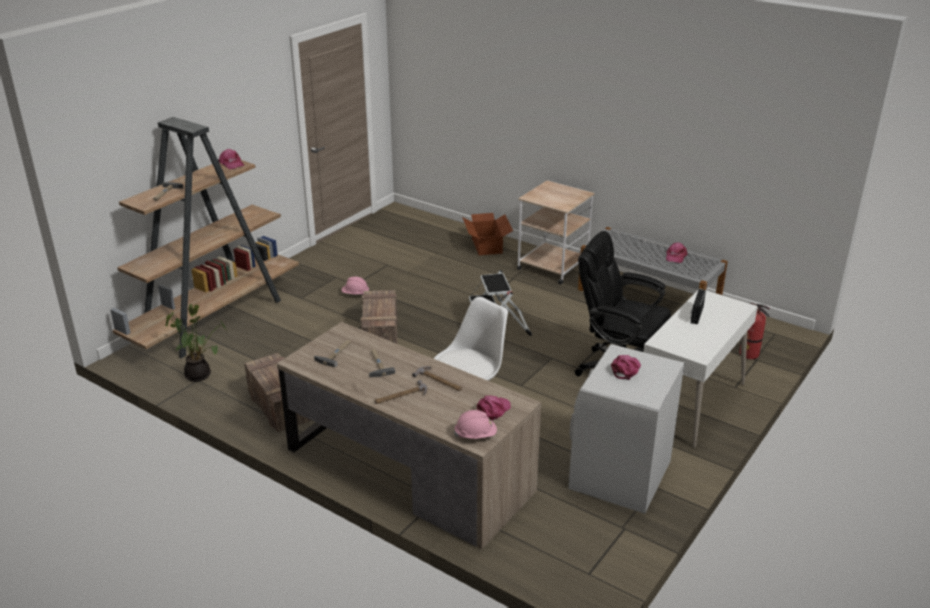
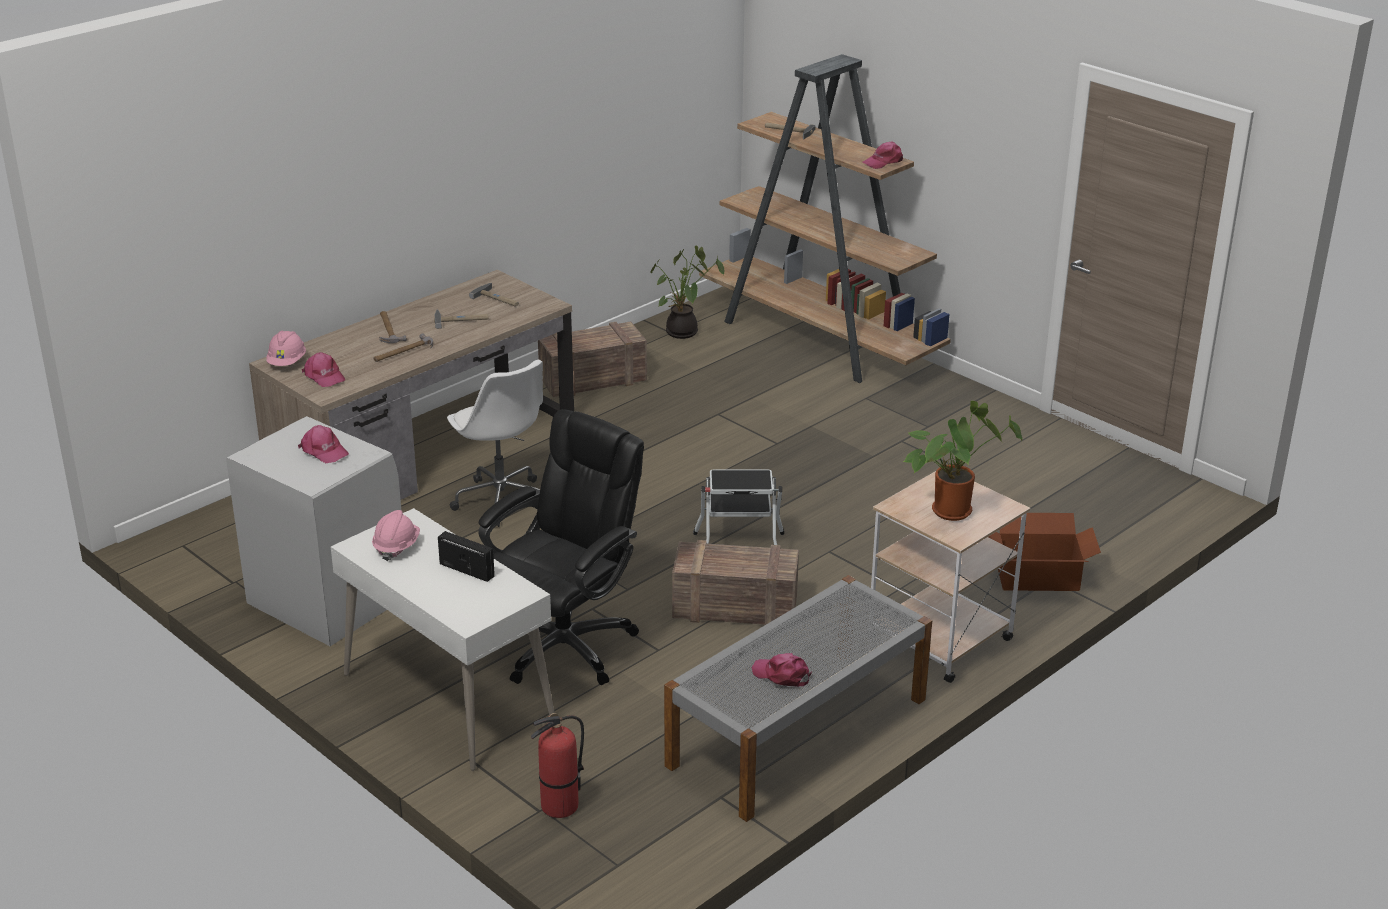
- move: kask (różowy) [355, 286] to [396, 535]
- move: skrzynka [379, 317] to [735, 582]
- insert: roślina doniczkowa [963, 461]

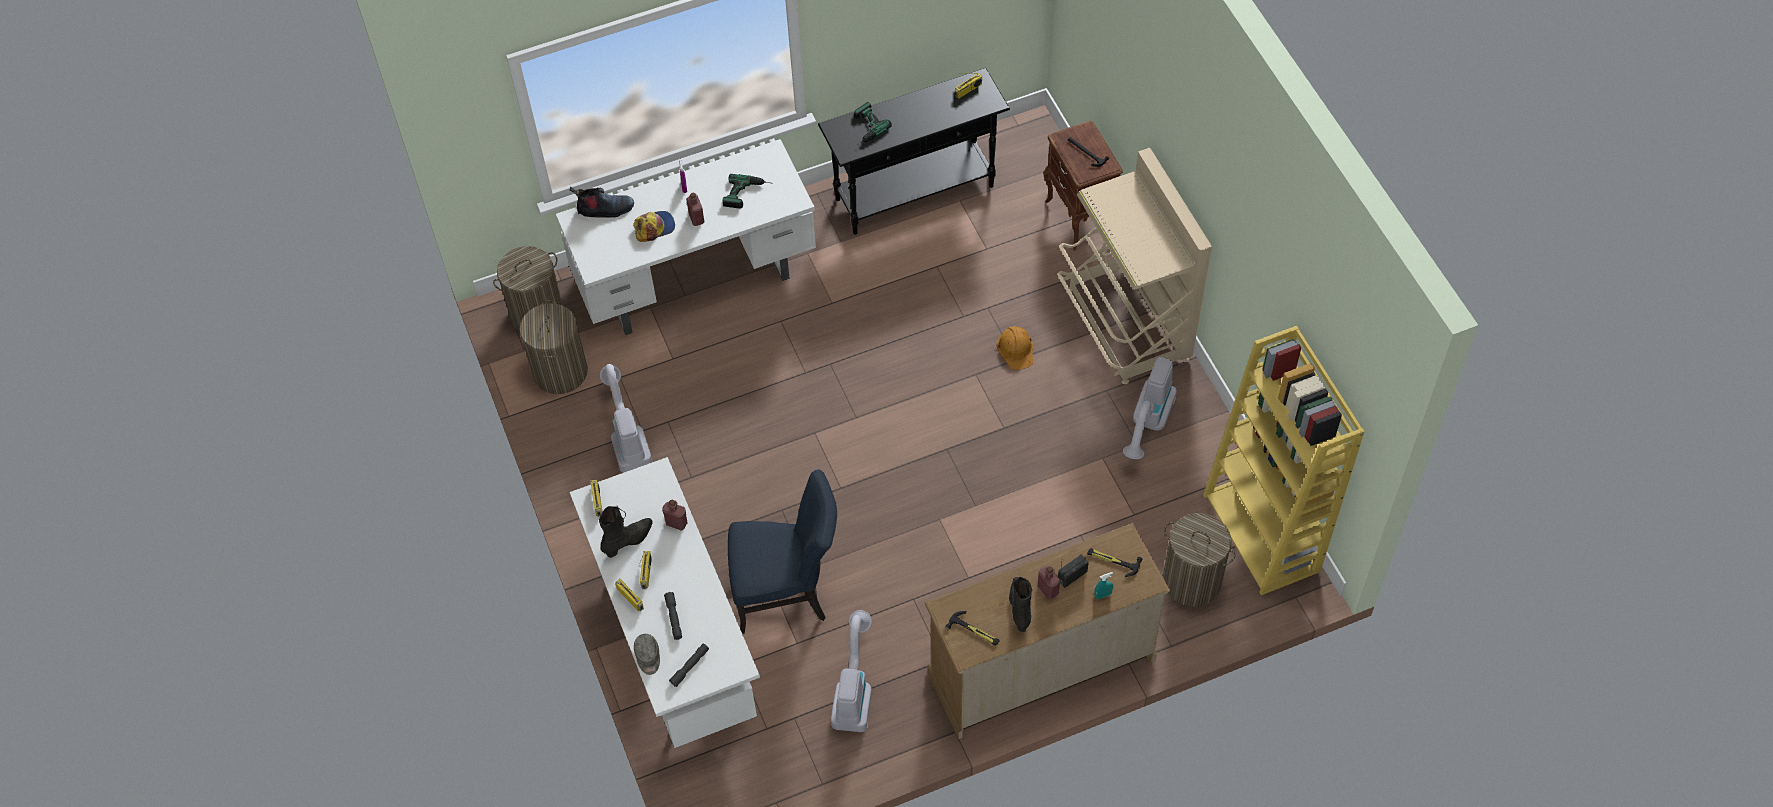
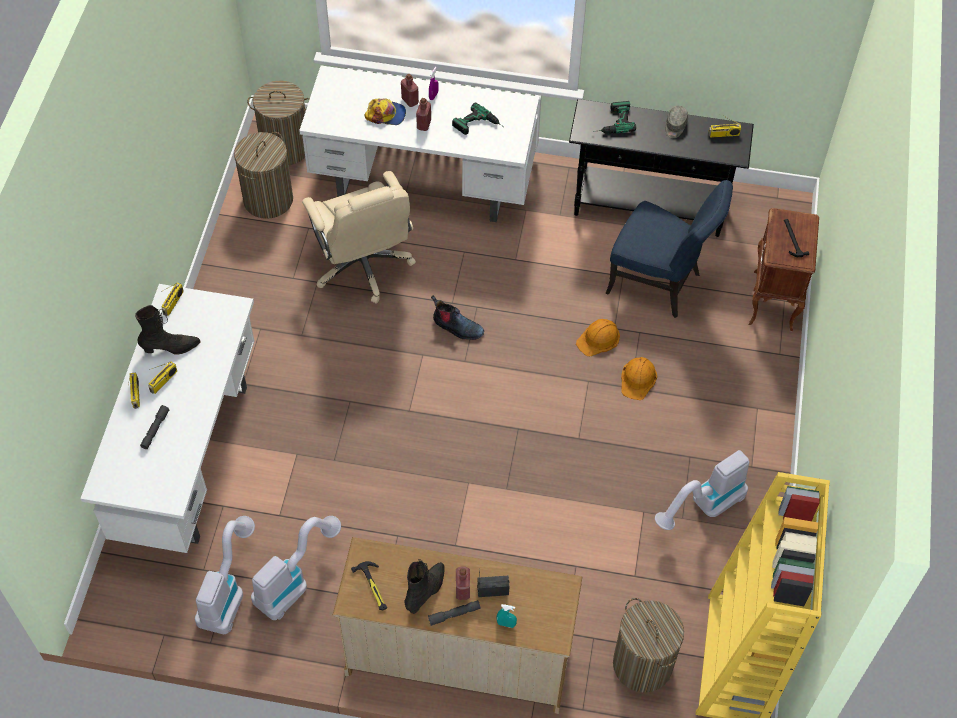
- move: odkurzacz [626, 418] to [225, 575]
- insert: krzesło biurowe (beżowy) [359, 237]
- move: butelka (czerwony) [674, 515] to [410, 90]
- move: latarka (szary) [689, 665] to [454, 613]
- move: but z cholewką [602, 202] to [457, 317]
- insert: kask (pomarańczowy) [598, 337]
- move: krzesło (niebieski) [782, 552] to [669, 249]
- move: czapka z daszkiem (szary) [647, 654] to [676, 122]
- delete: regał na buty (beżowy) [1134, 266]
- delete: młotek [1114, 562]

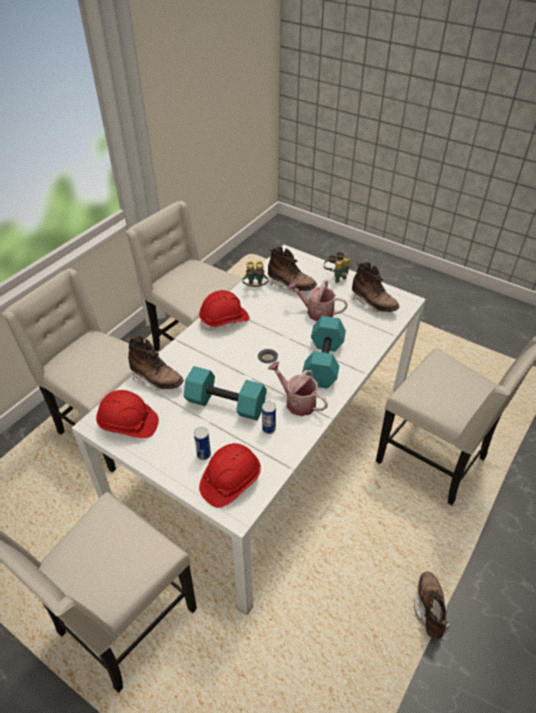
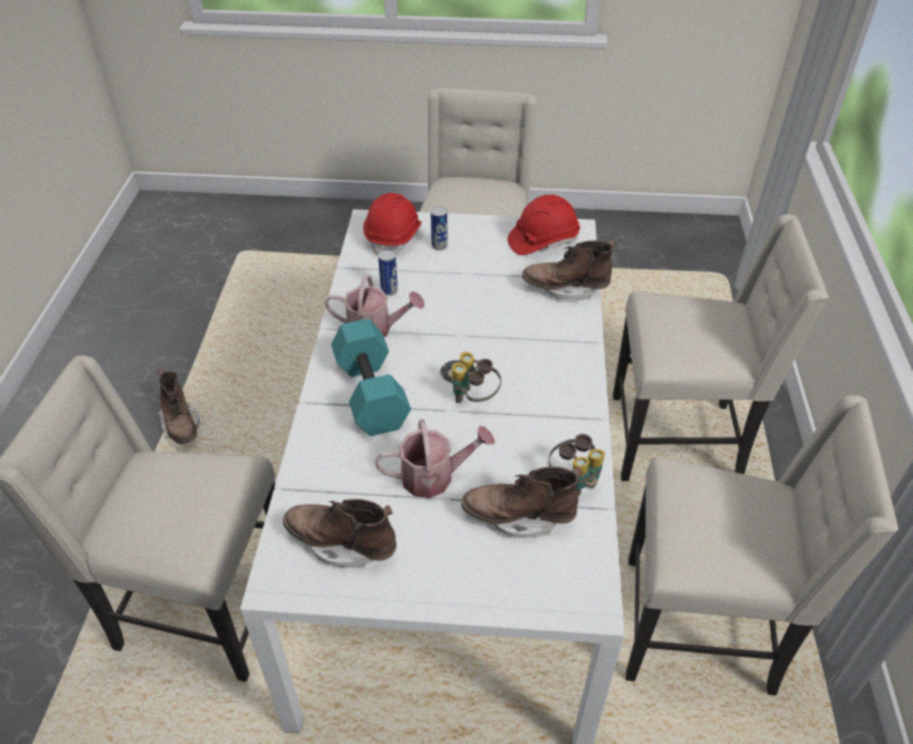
- move: lornetka [337, 267] to [476, 377]
- delete: hantel (turkusowy) [225, 393]
- delete: kask (czerwony) [224, 310]

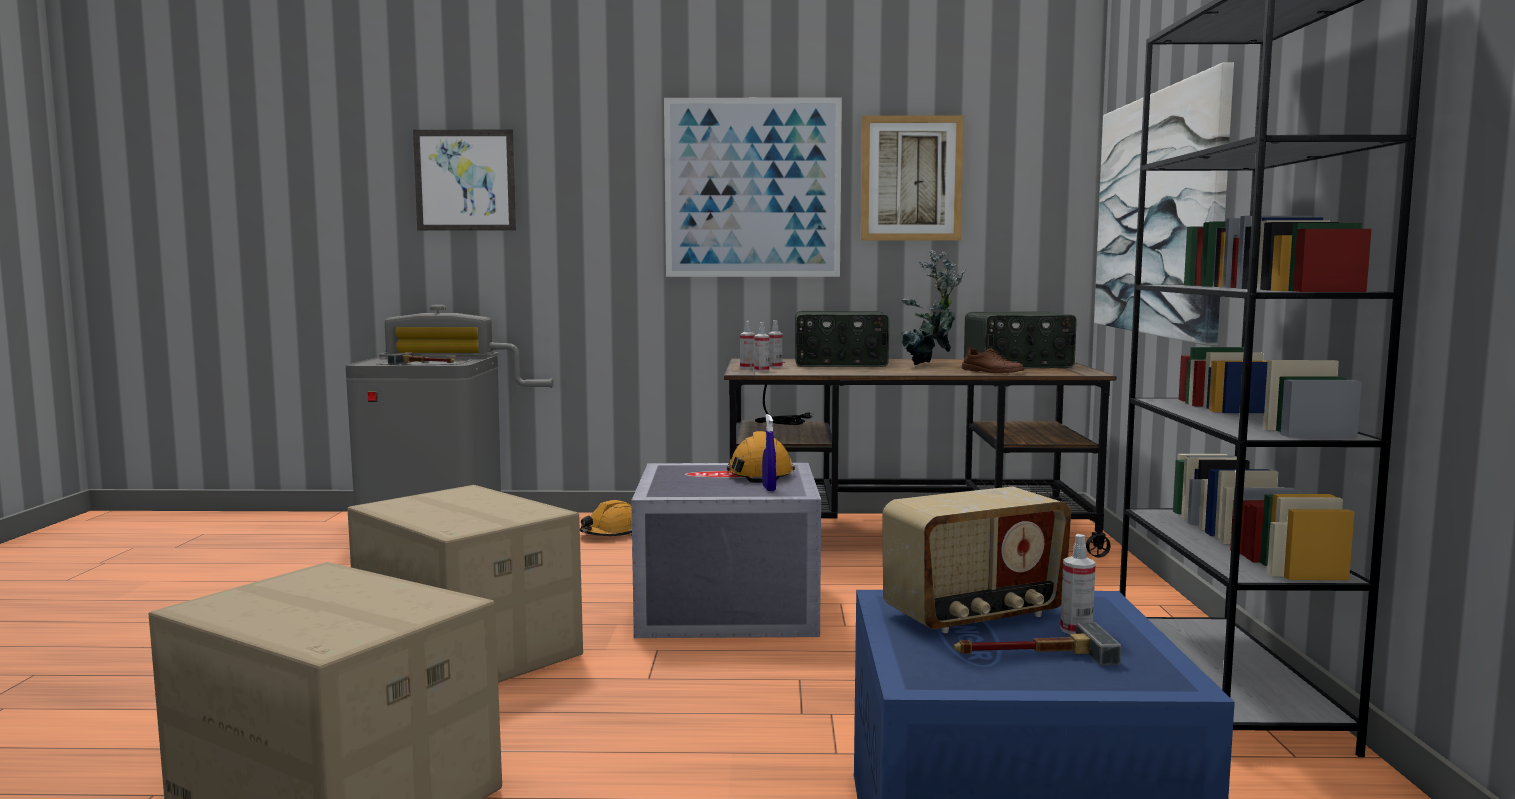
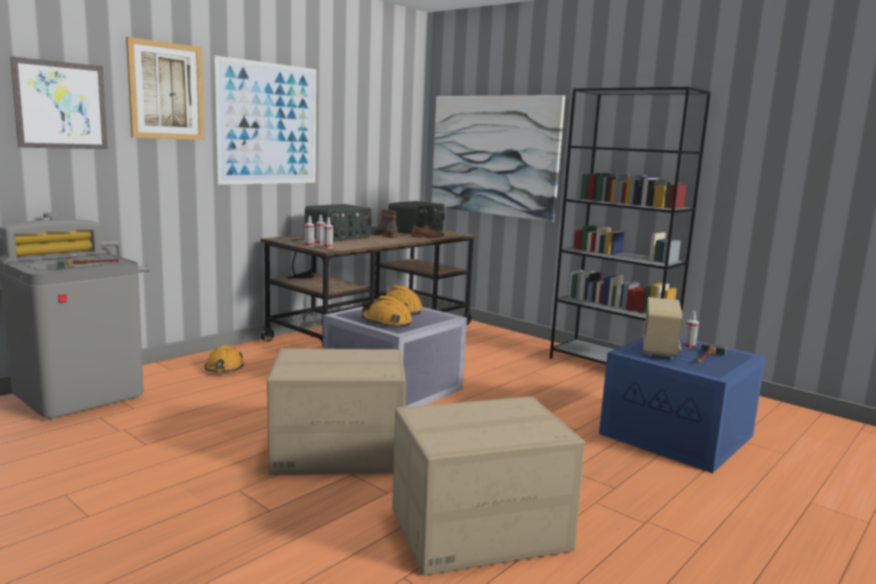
- move: obraz [912, 178] to [165, 88]
- insert: kask (pomarańczowy) [387, 311]
- replace: roślina doniczkowa [933, 307] to but z cholewką [384, 223]
- delete: spryskiwacz (niebieski) [769, 452]

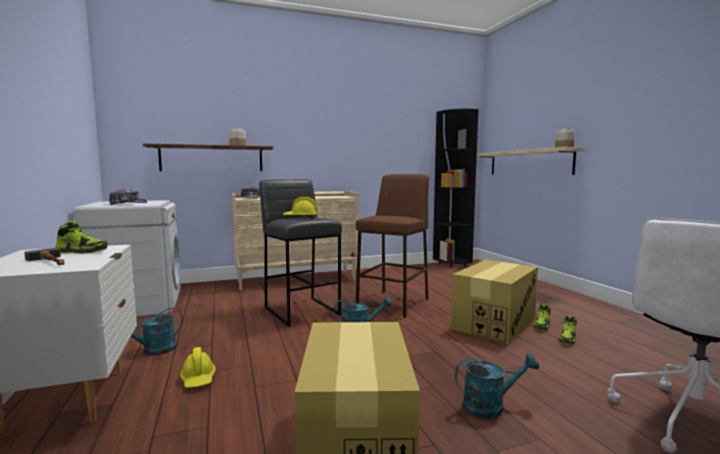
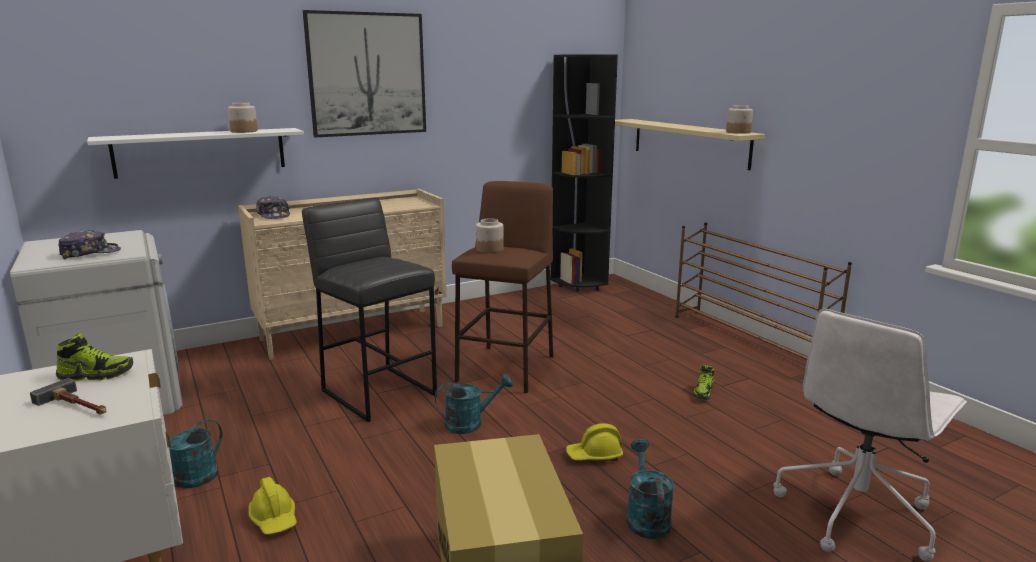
- recolor: półka (brązowy) [208, 157] to półka (biały) [195, 153]
- insert: obraz [364, 74]
- insert: słoik [490, 235]
- move: kask (żółty) [300, 207] to [594, 442]
- rotate: konewka (turkusowy) [497, 386] = [650, 489] 75 degrees counterclockwise
- insert: regał na buty (brązowy) [763, 291]
- delete: karton [494, 302]
- delete: but [568, 330]

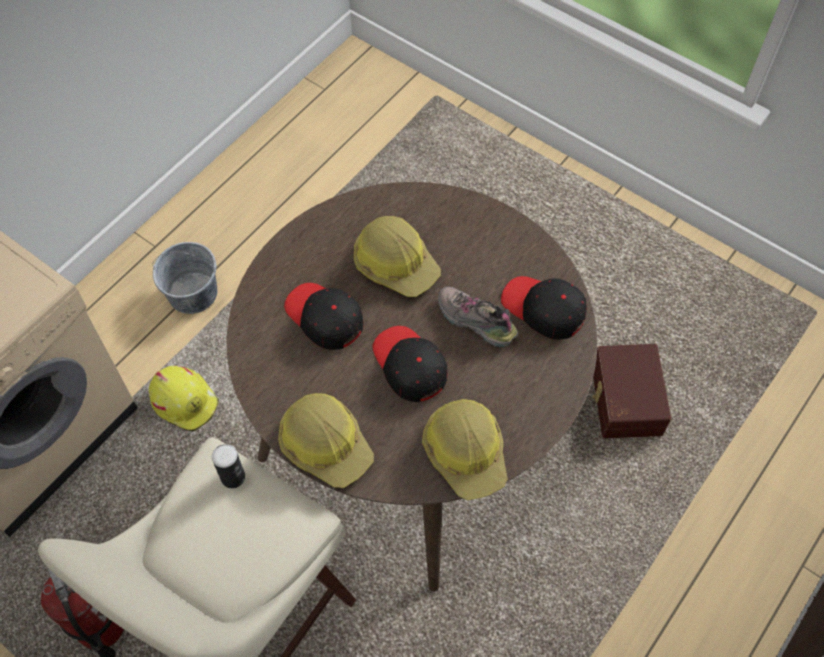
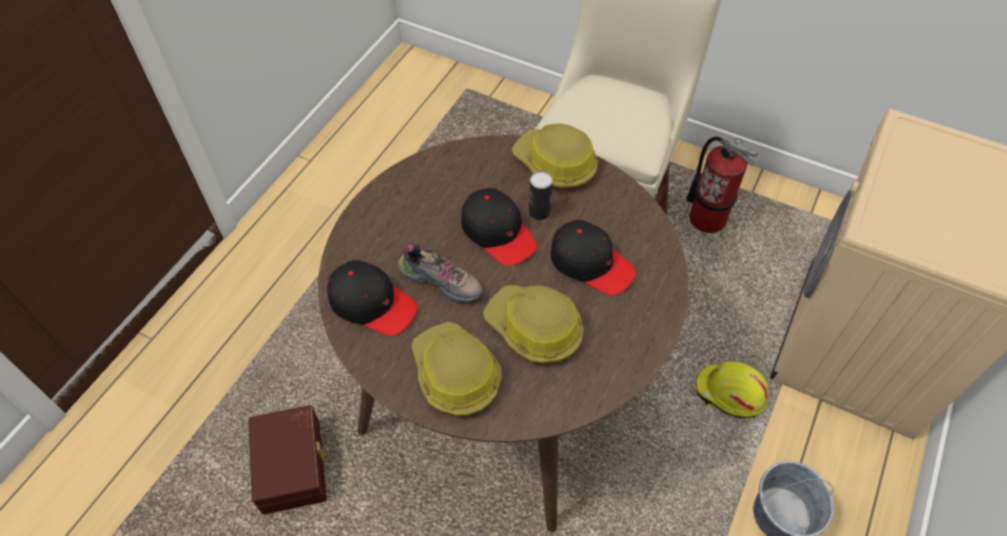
- move: kask [465, 449] to [456, 369]
- move: puszka [228, 466] to [541, 195]

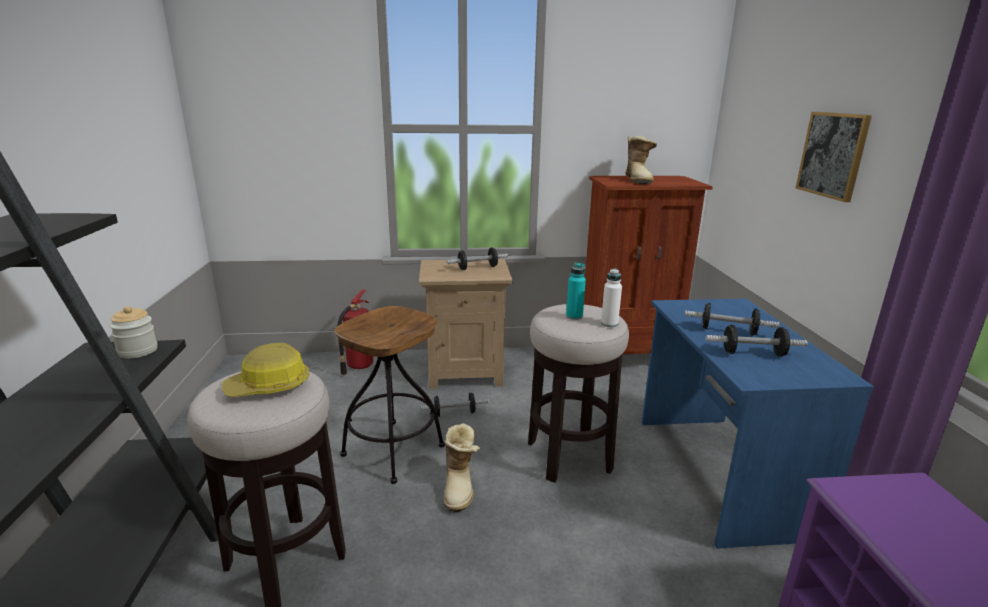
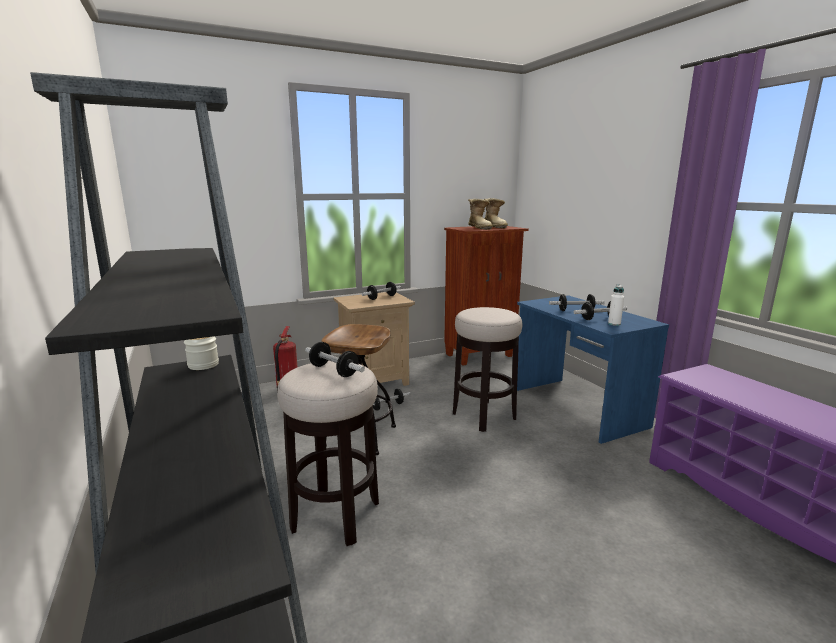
- replace: kask [266, 370] to hantel [335, 359]
- move: but z cholewką [462, 467] to [496, 213]
- move: butelka (biały) [611, 297] to [616, 305]
- delete: butelka (turkusowy) [576, 291]
- delete: obraz [834, 157]

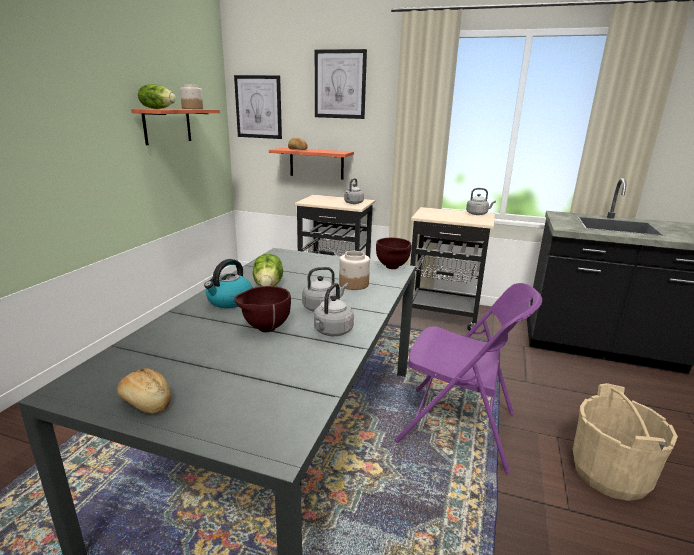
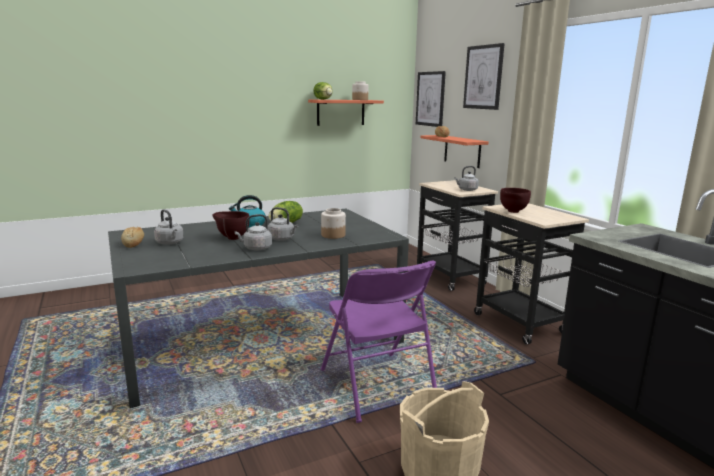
- move: czajnik (szary) [481, 201] to [169, 227]
- move: miska (brązowy) [393, 253] to [515, 200]

